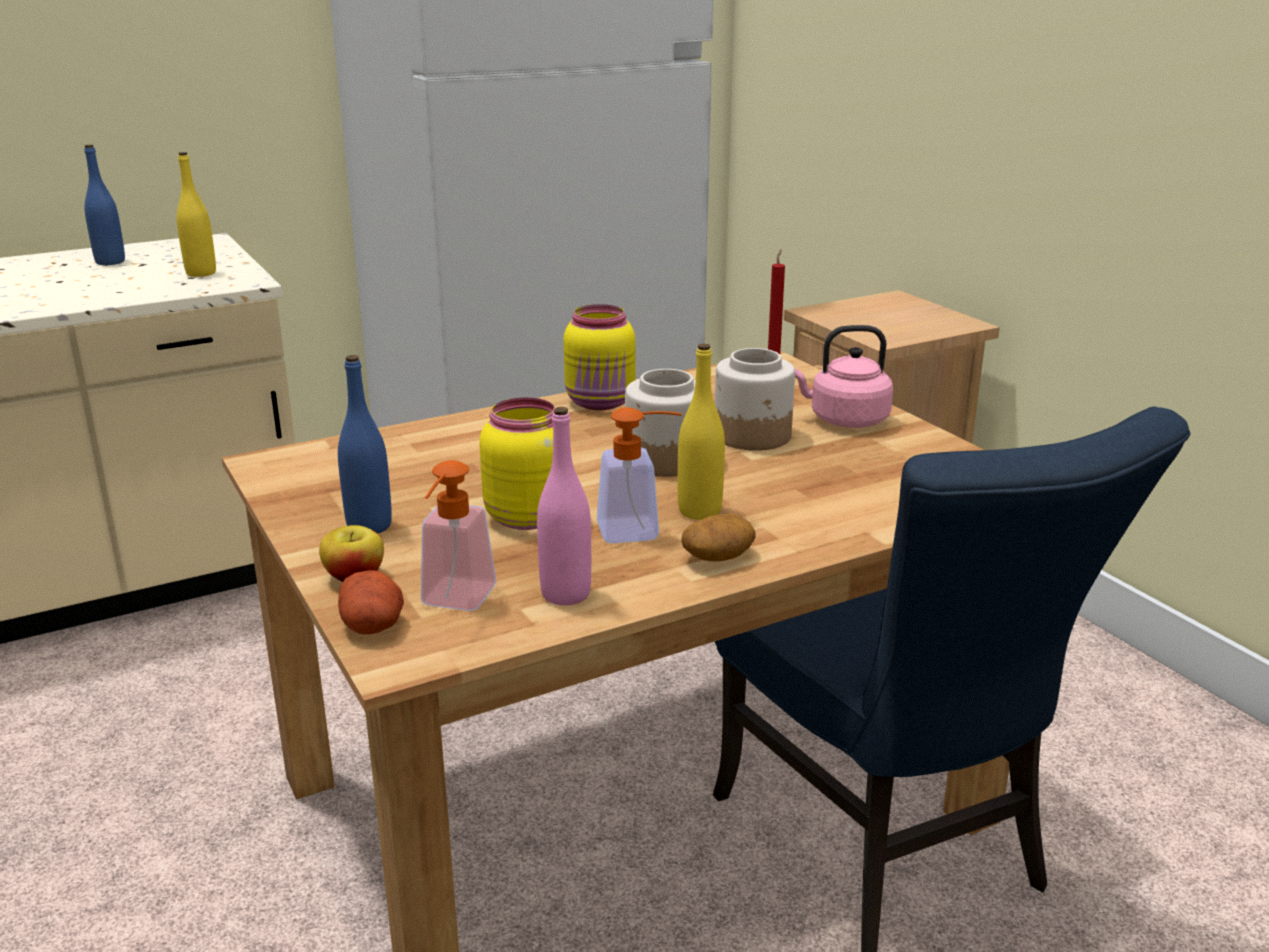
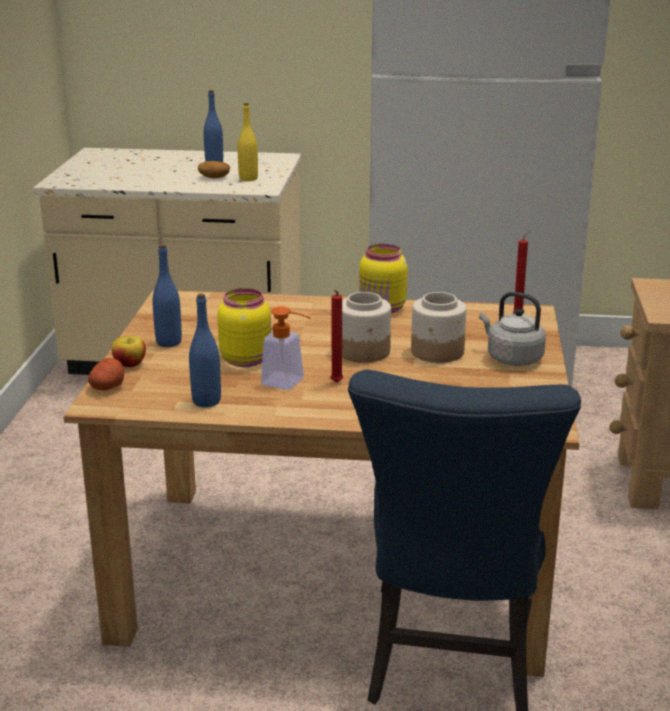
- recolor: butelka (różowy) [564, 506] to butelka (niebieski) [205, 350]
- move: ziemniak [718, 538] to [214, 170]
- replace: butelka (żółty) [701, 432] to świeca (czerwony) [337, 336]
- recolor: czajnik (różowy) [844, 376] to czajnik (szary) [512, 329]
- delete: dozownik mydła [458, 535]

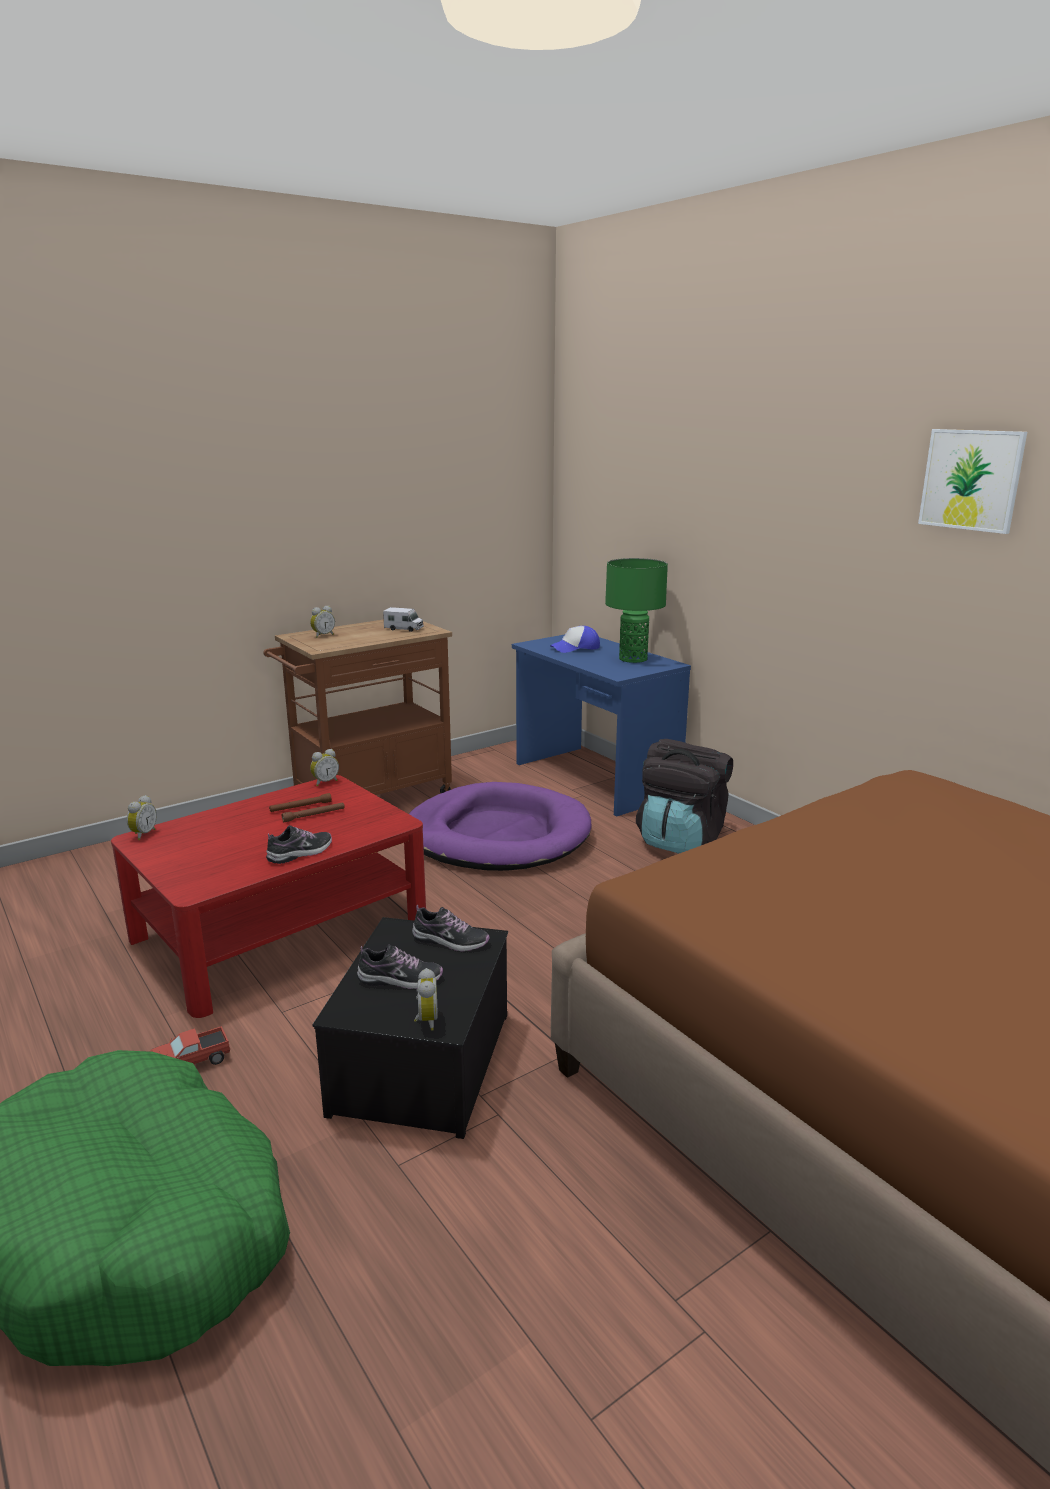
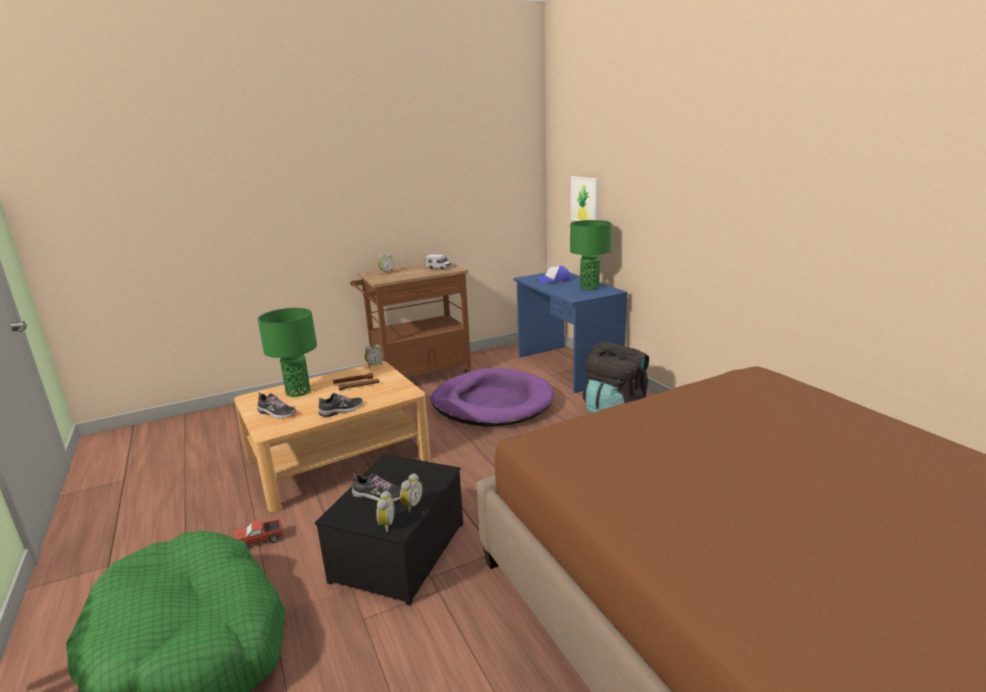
- recolor: ława (czerwony) [268, 896] to ława (beżowy) [332, 436]
- move: but [451, 928] to [277, 405]
- insert: lampa stołowa (zielony) [287, 352]
- move: budzik [142, 817] to [411, 493]
- move: obraz [972, 481] to [585, 198]

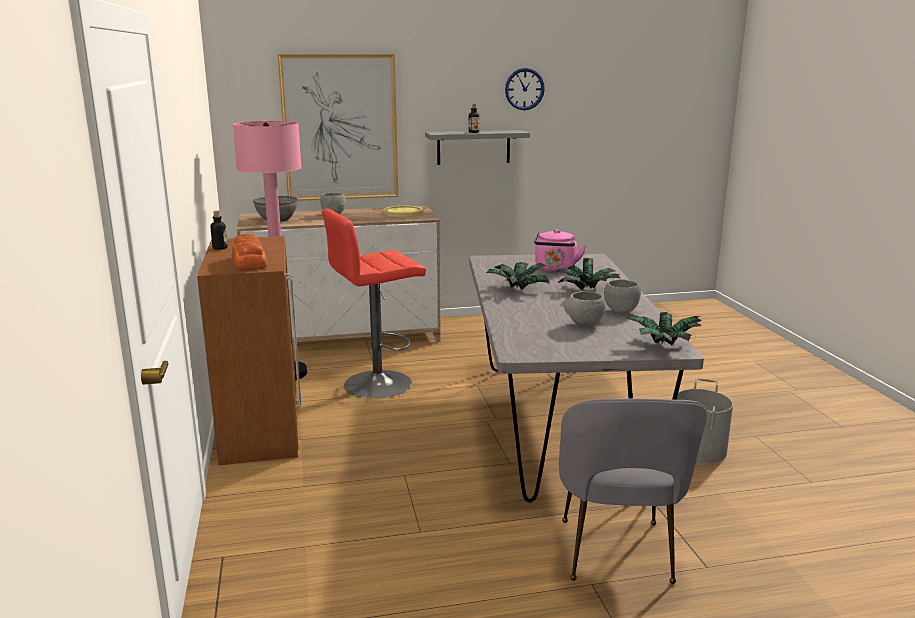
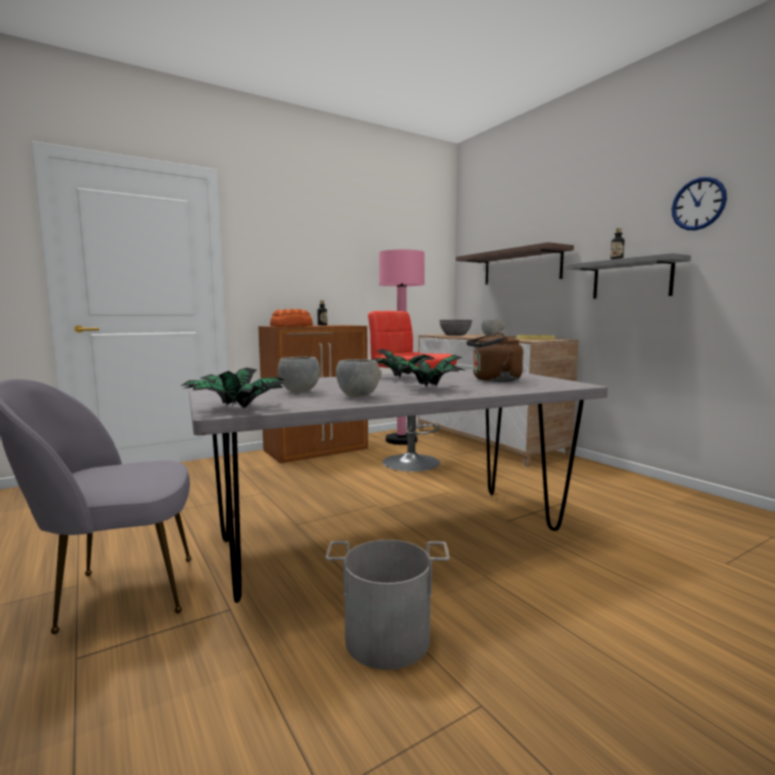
- replace: obraz [338, 127] to półka [515, 263]
- recolor: czajnik (różowy) [560, 250] to czajnik (brązowy) [494, 357]

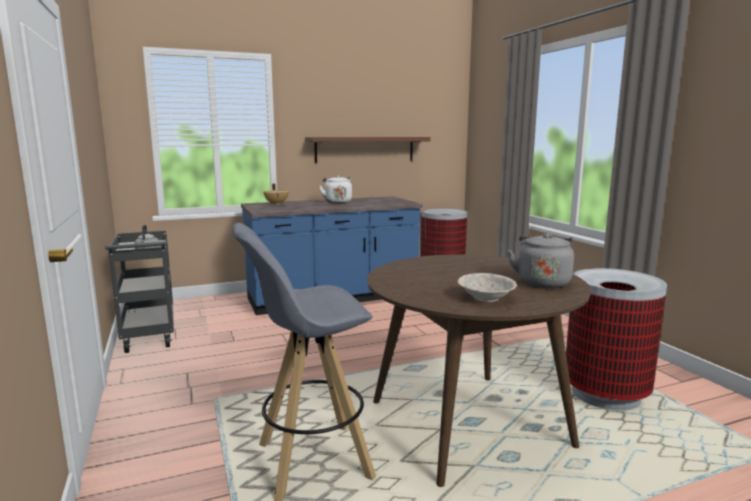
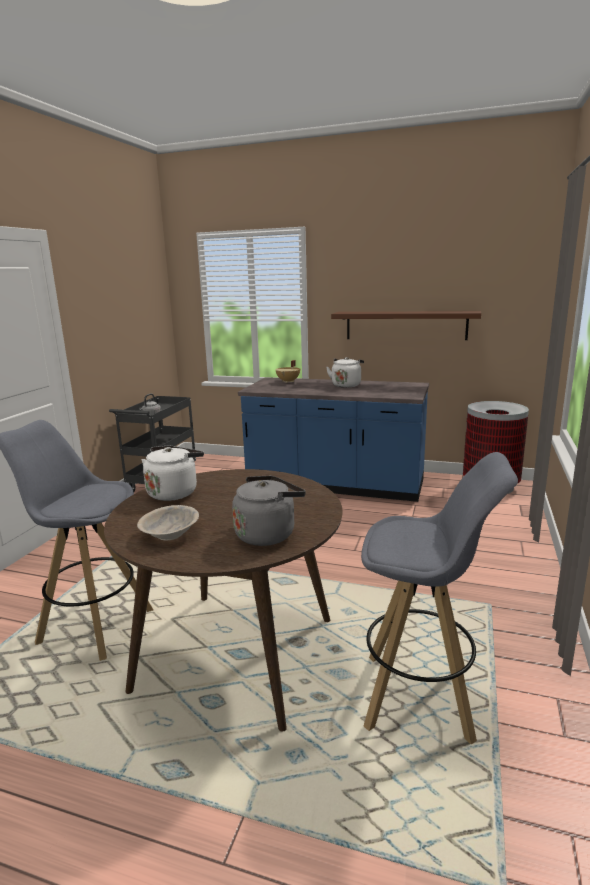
- insert: czajnik (biały) [173, 473]
- replace: kosz na śmieci [616, 339] to stołek (szary) [439, 598]

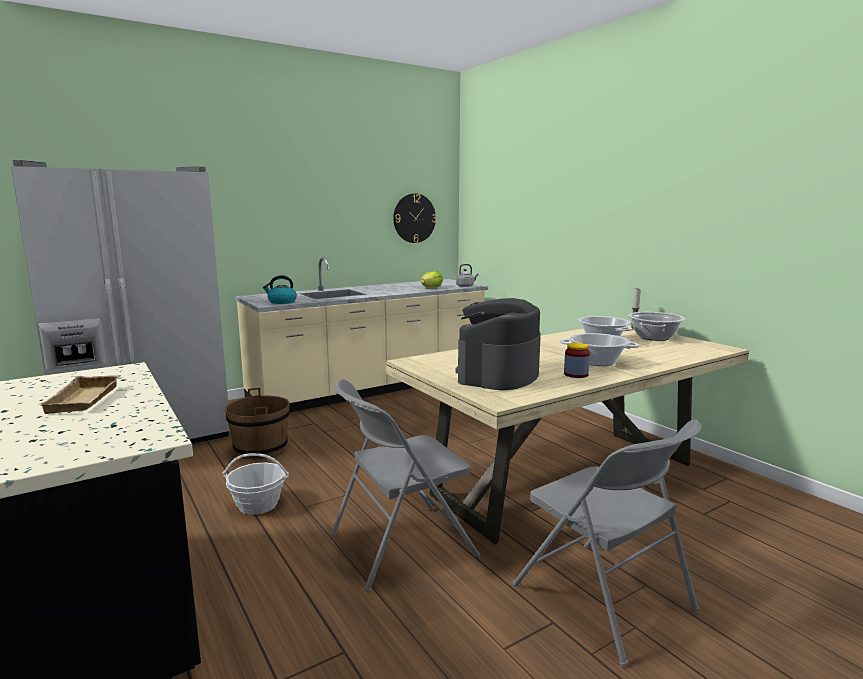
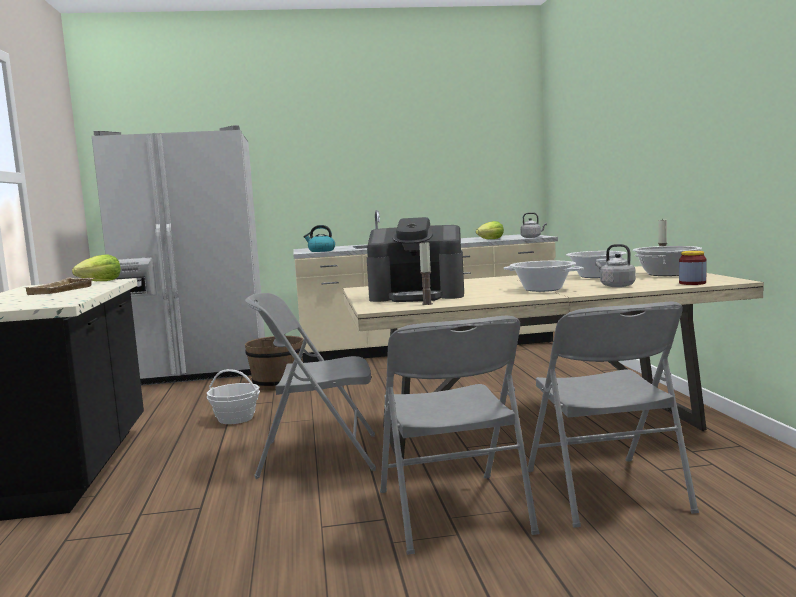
- insert: sałata [96, 268]
- rotate: ekspres do kawy [498, 344] = [415, 259] 135 degrees counterclockwise
- insert: świeca [426, 273]
- insert: krzesło (szary) [613, 414]
- insert: czajnik (szary) [615, 265]
- move: słoik [577, 360] to [693, 268]
- delete: zegar ścienny [414, 218]

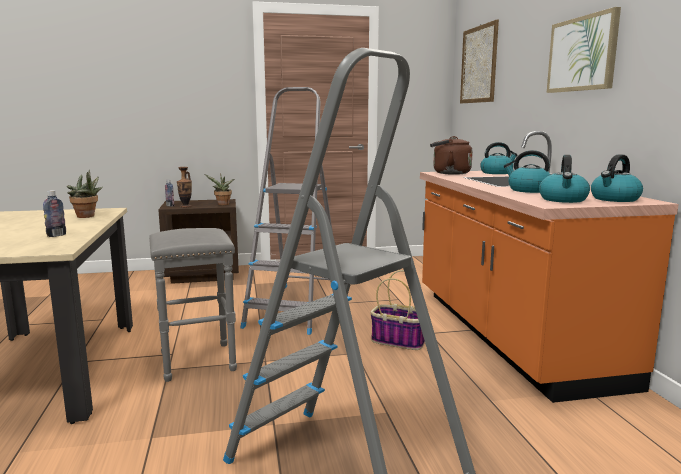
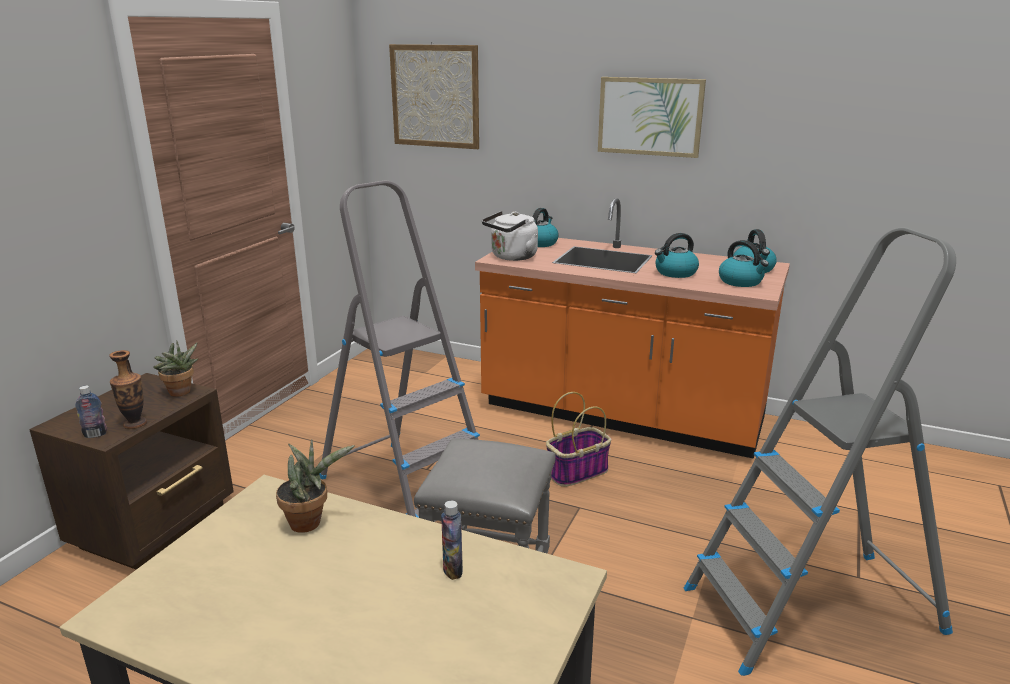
- recolor: czajnik (brązowy) [451, 155] to czajnik (biały) [510, 236]

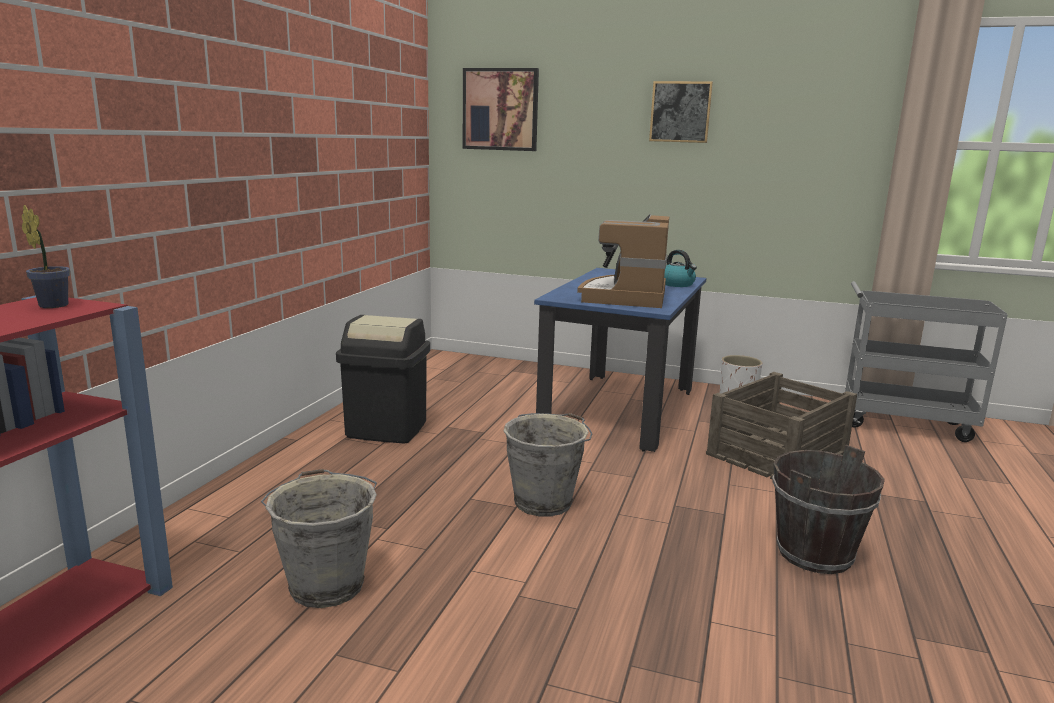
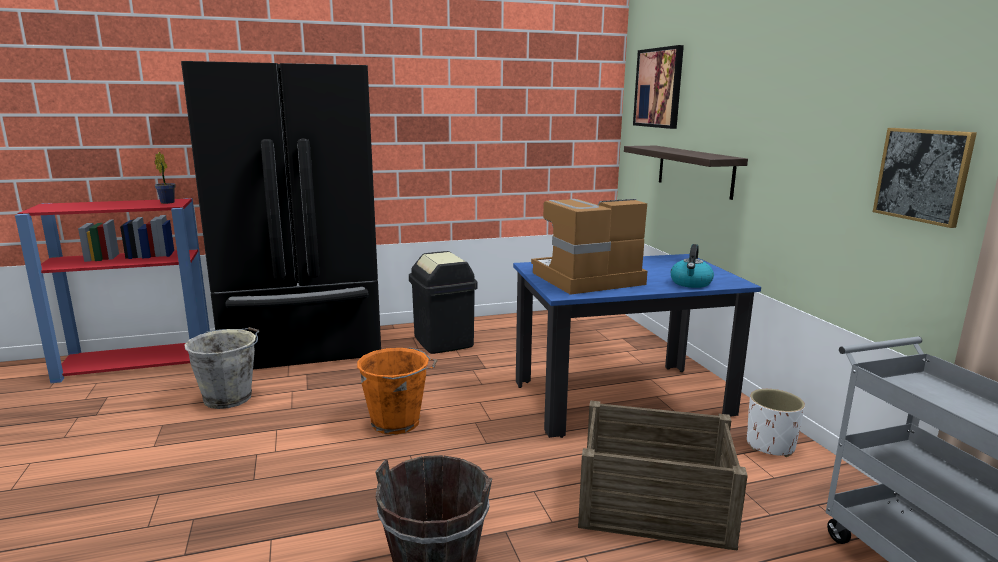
- insert: lodówka (czarny) [281, 215]
- recolor: wiadro (szary) [548, 464] to wiadro (pomarańczowy) [397, 391]
- insert: półka [686, 173]
- move: obraz [681, 112] to [925, 178]

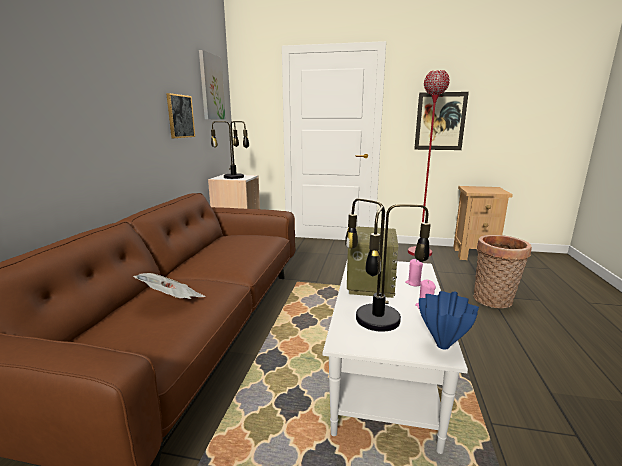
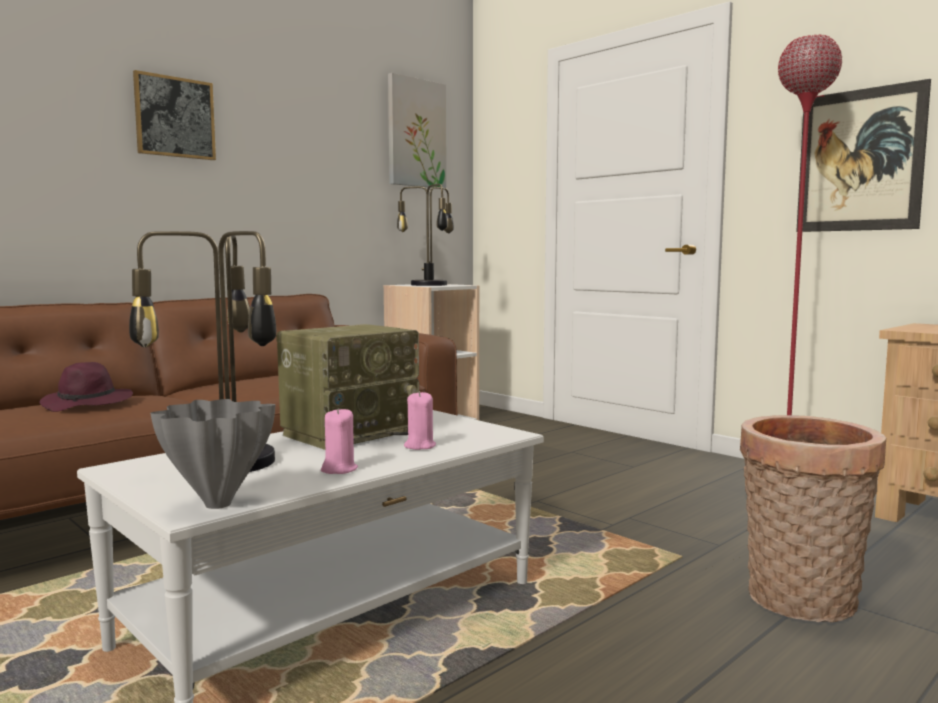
- replace: gazeta [169, 286] to kapelusz (fioletowy) [86, 387]
- move: obraz [180, 115] to [174, 115]
- recolor: wazon (niebieski) [449, 320] to wazon (szary) [213, 454]

